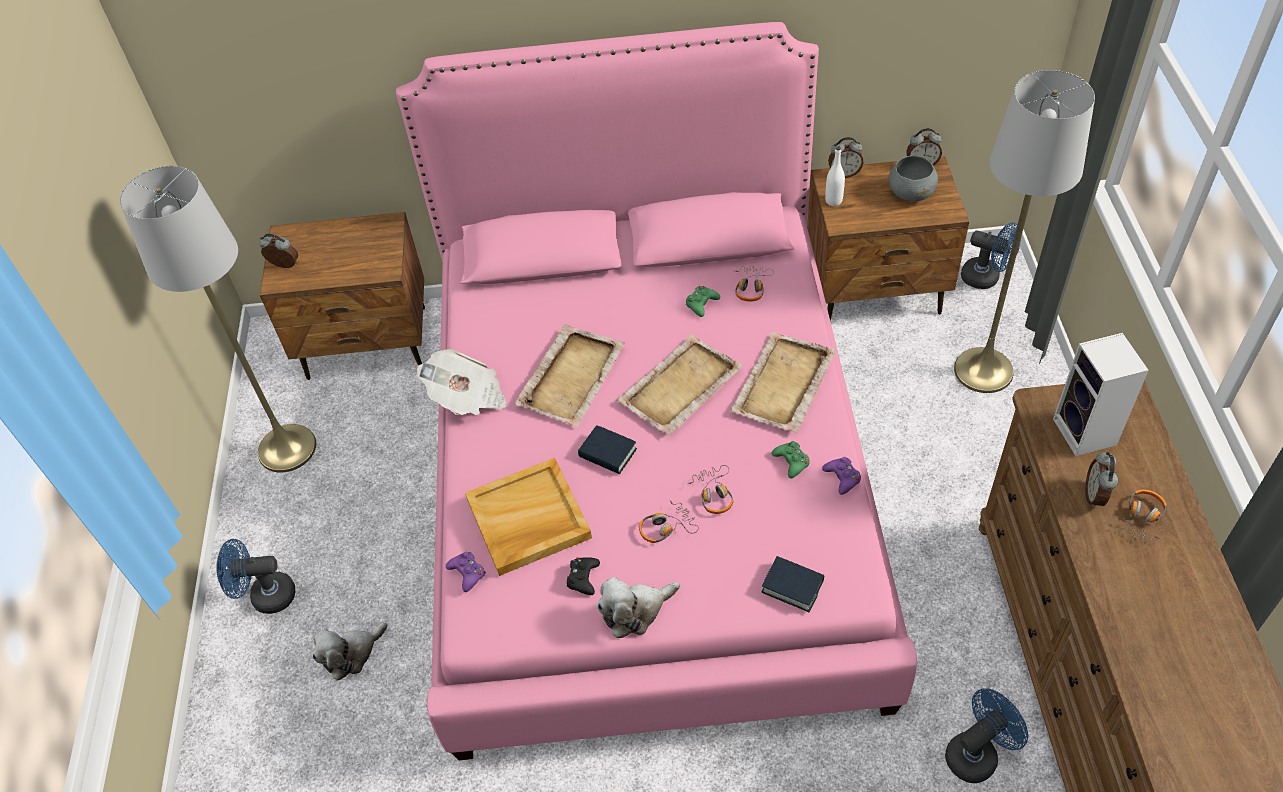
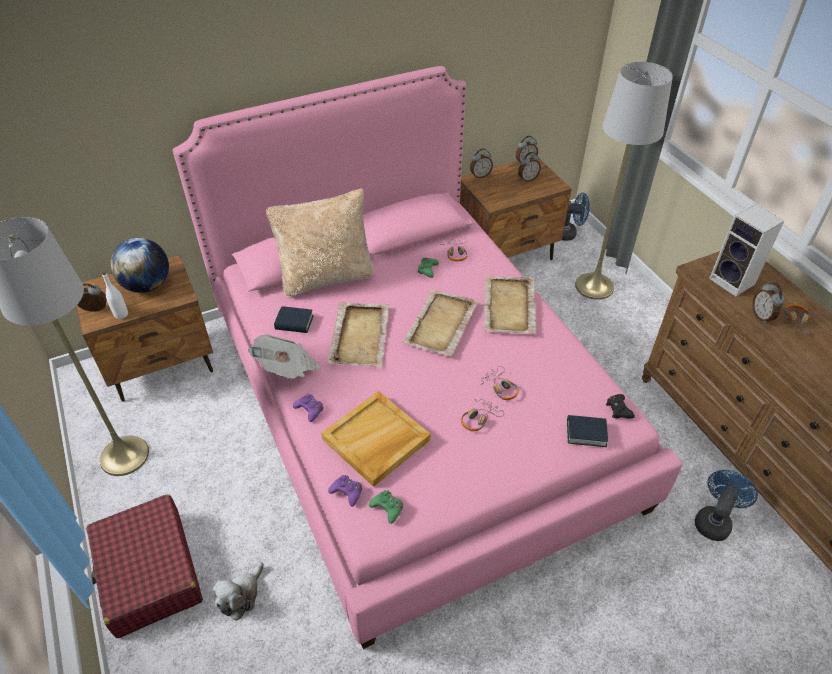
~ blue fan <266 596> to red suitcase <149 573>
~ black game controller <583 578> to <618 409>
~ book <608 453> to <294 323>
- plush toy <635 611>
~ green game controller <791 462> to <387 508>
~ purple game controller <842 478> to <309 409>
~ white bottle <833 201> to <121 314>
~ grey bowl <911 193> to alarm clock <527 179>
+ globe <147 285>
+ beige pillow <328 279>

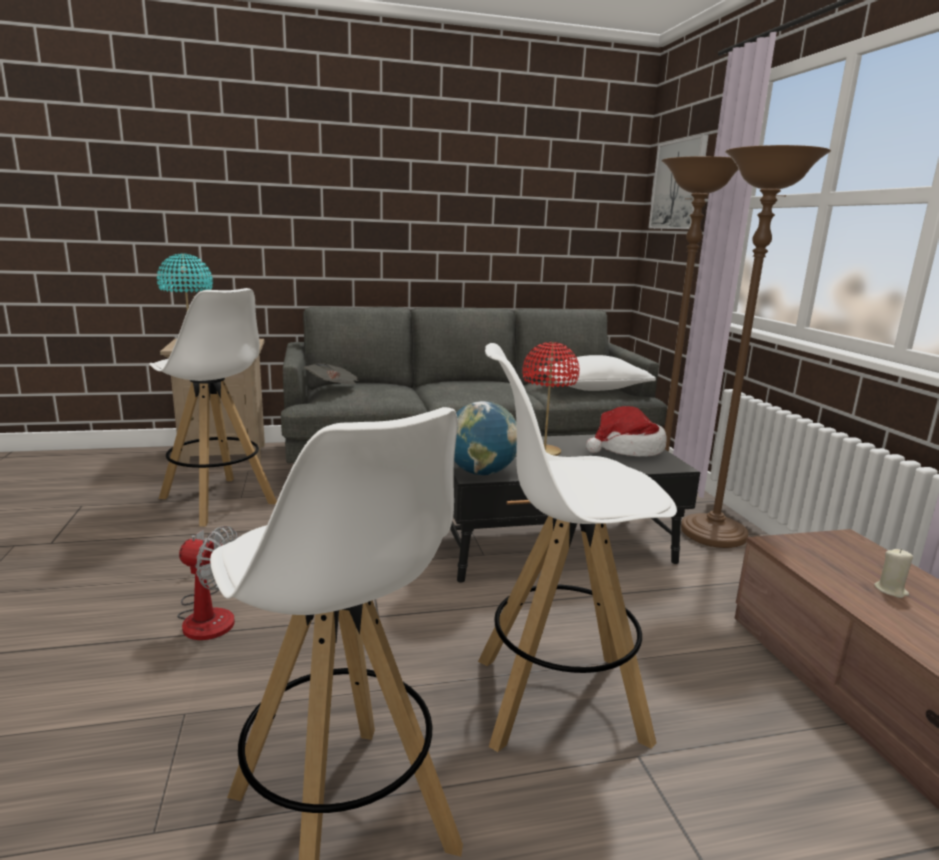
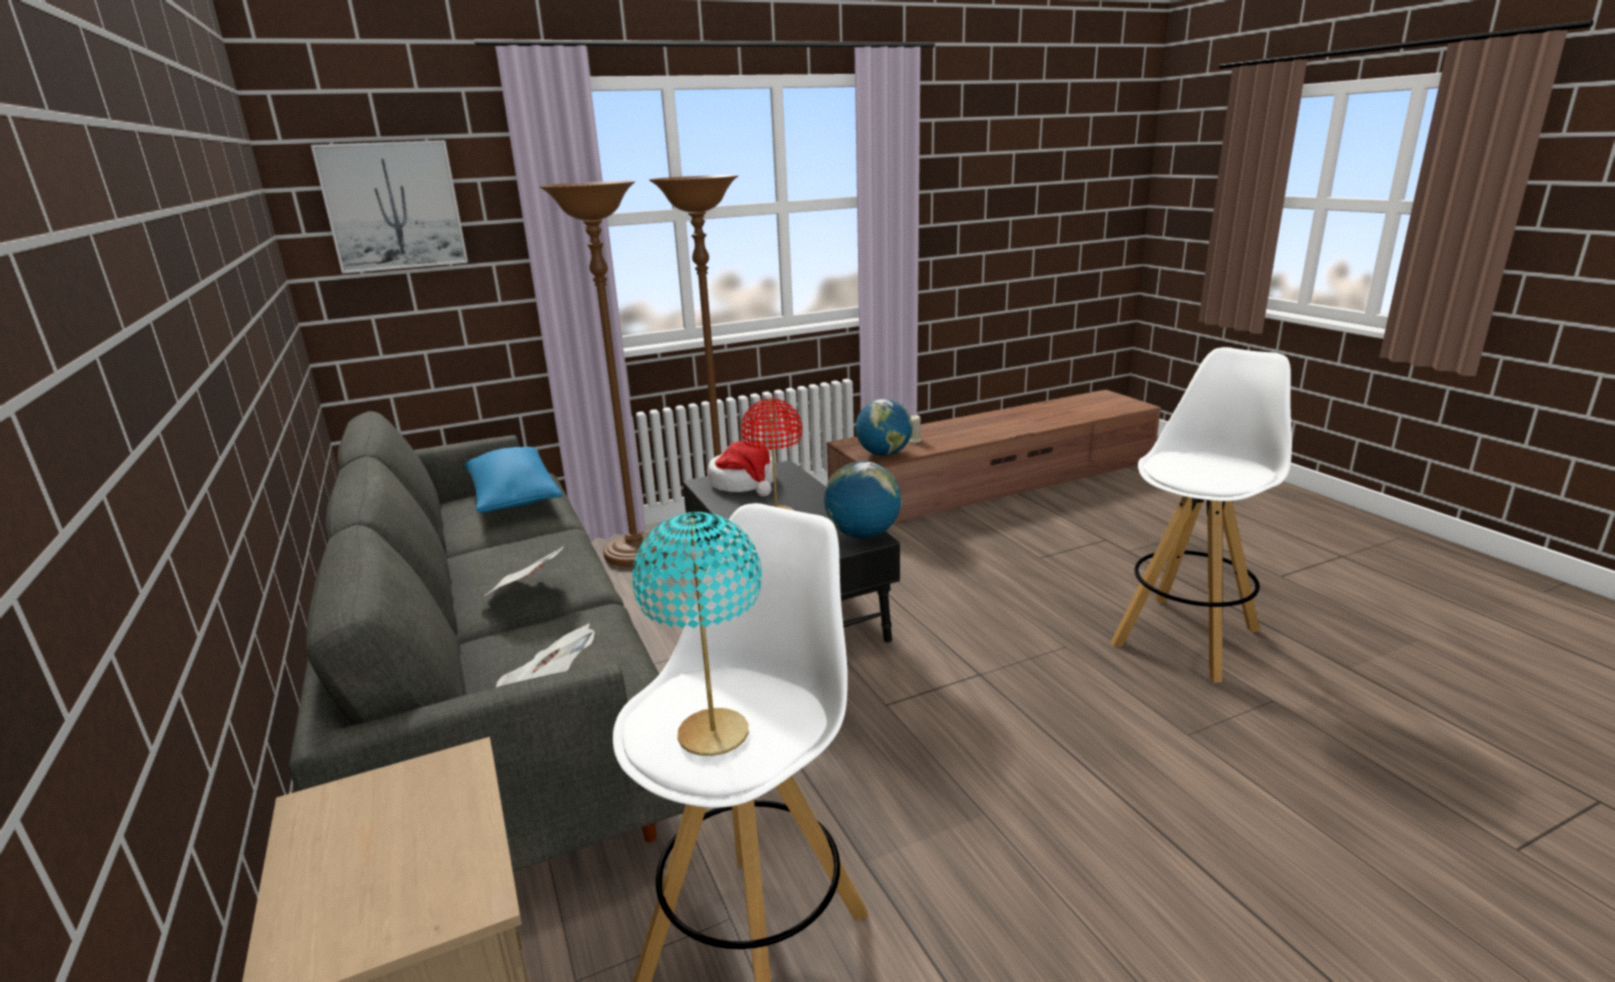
- fan <208 614>
- white stool <556 699>
~ white pillow <594 389> to blue pillow <513 498>
+ newspaper <528 593>
+ globe <884 454>

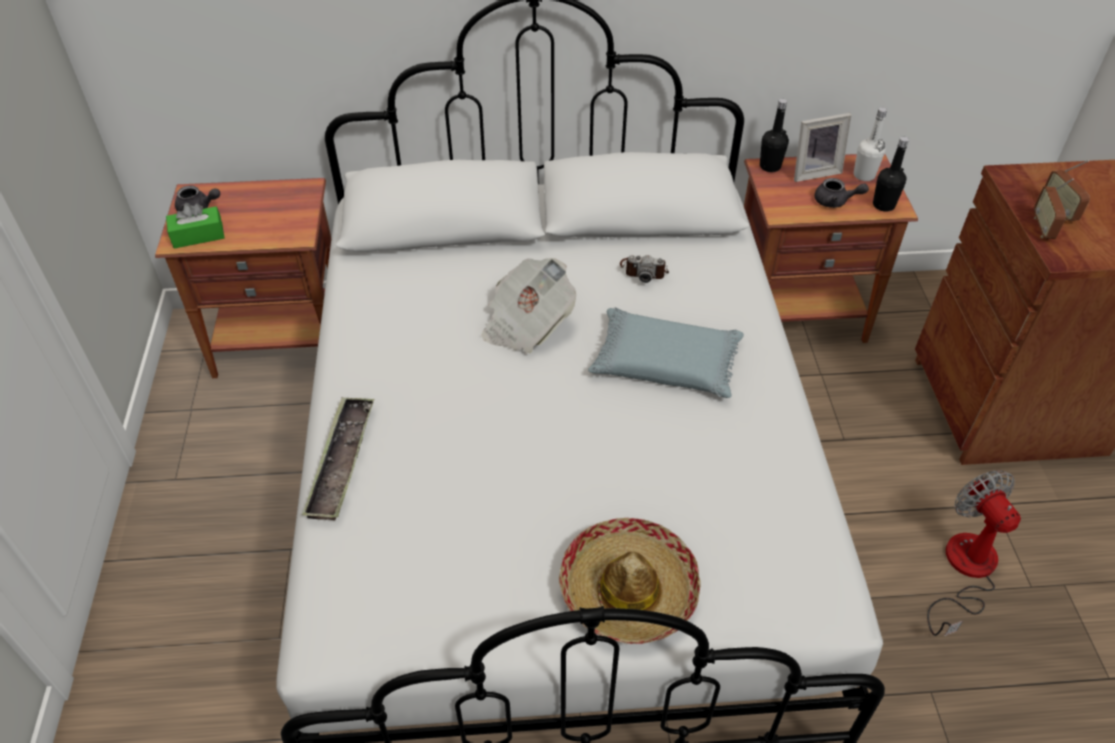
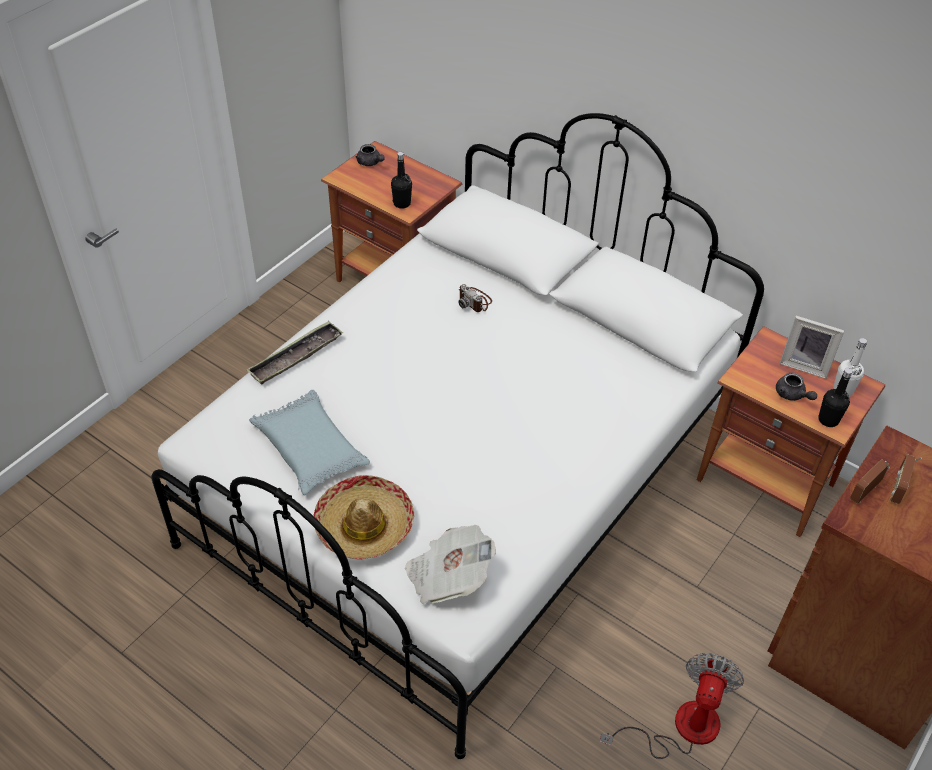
- green tissue box <198 235>
~ newspaper <526 324> to <448 576>
~ blue pillow <665 360> to <309 447>
~ photo camera <644 270> to <474 301>
~ black bottle <770 166> to <402 203>

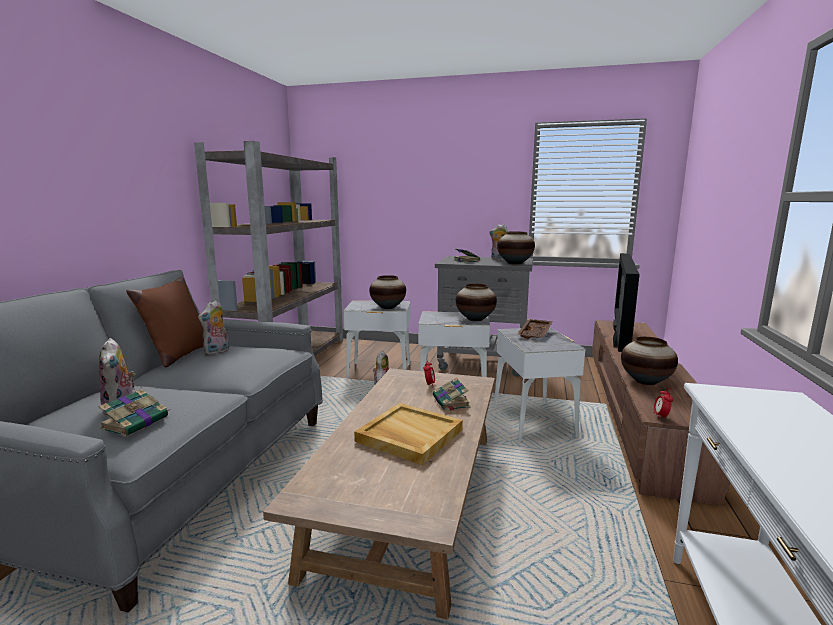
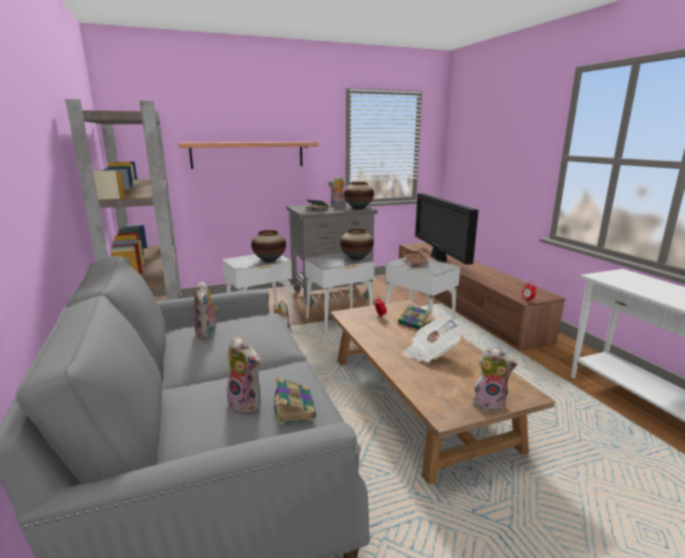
- brown pillow <179 355>
~ beige tray <408 435> to newspaper <430 353>
- vase <646 381>
+ shelf <248 154>
+ plush toy <490 402>

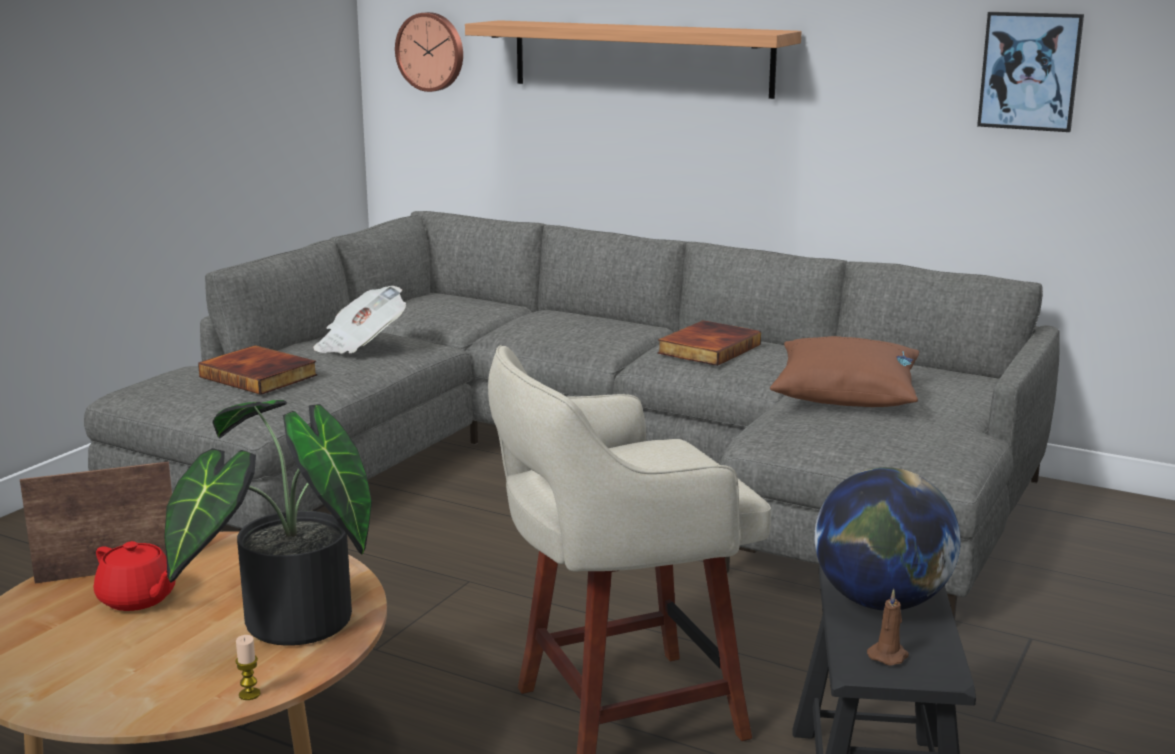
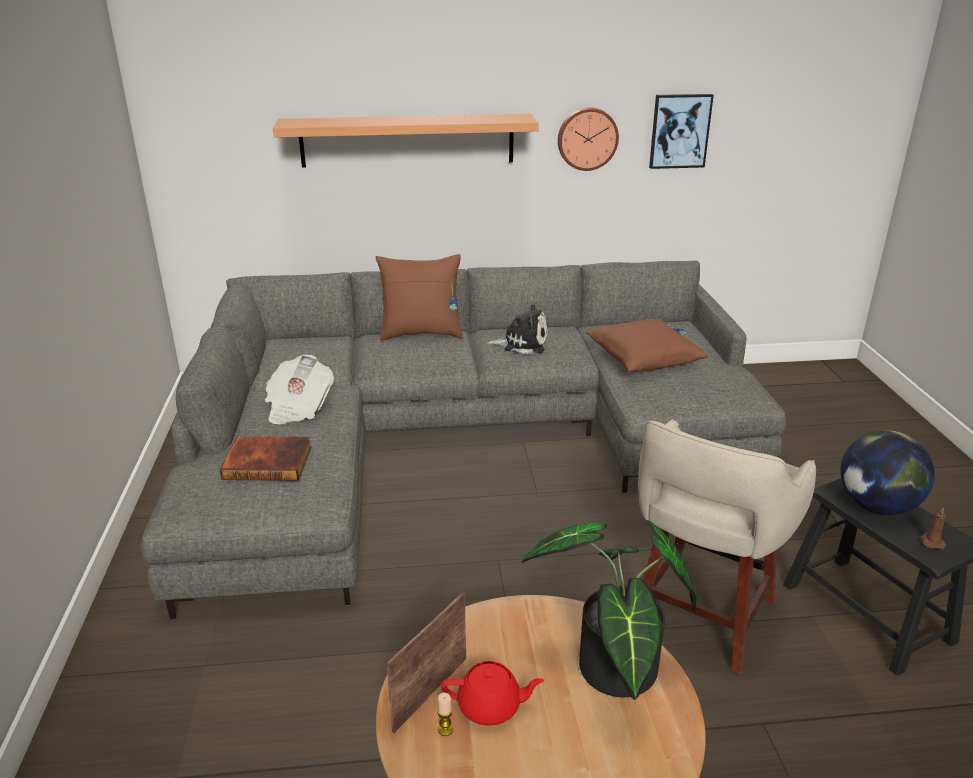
~ candle <249 694> to <445 729>
~ wall clock <431 51> to <587 138>
~ book <708 348> to plush toy <522 343>
+ brown pillow <421 334>

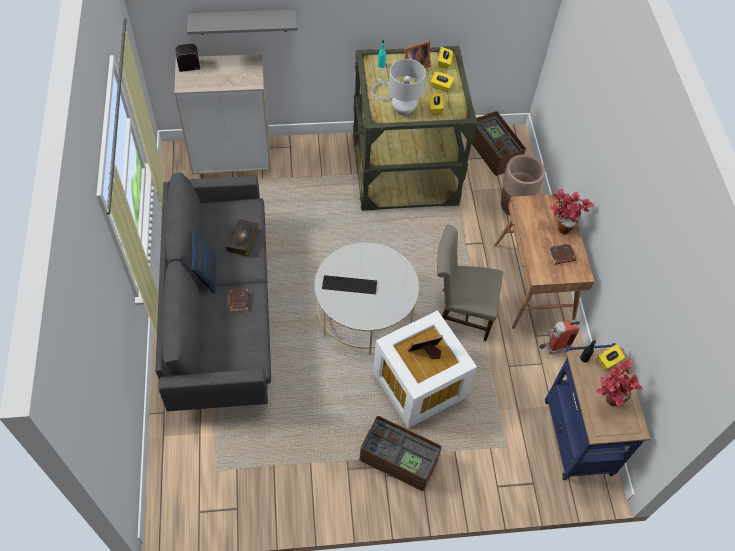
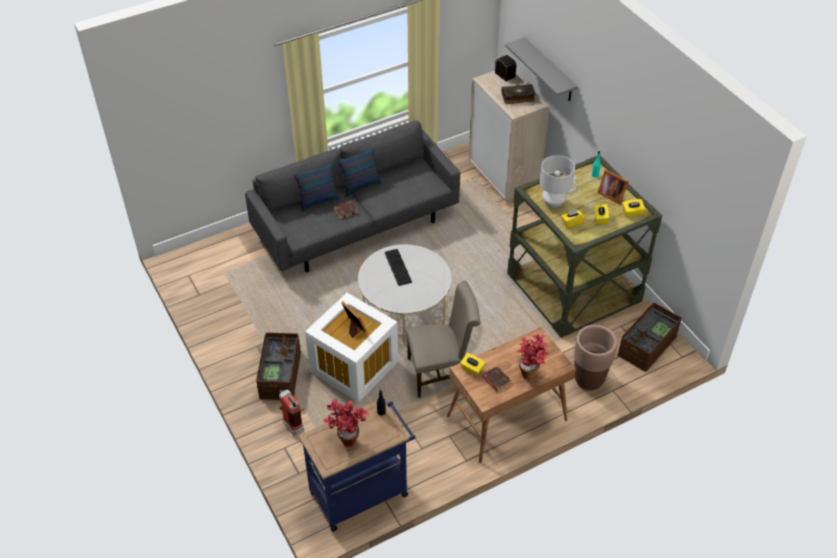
~ book <243 241> to <518 97>
~ beige chair <459 313> = <441 373> 90 degrees clockwise
~ fire extinguisher <552 349> to <291 424>
~ yellow tissue box <608 361> to <472 368>
+ blue pillow <318 202>

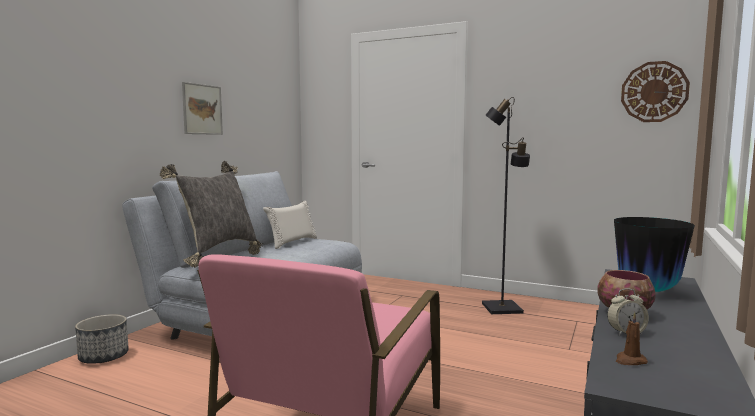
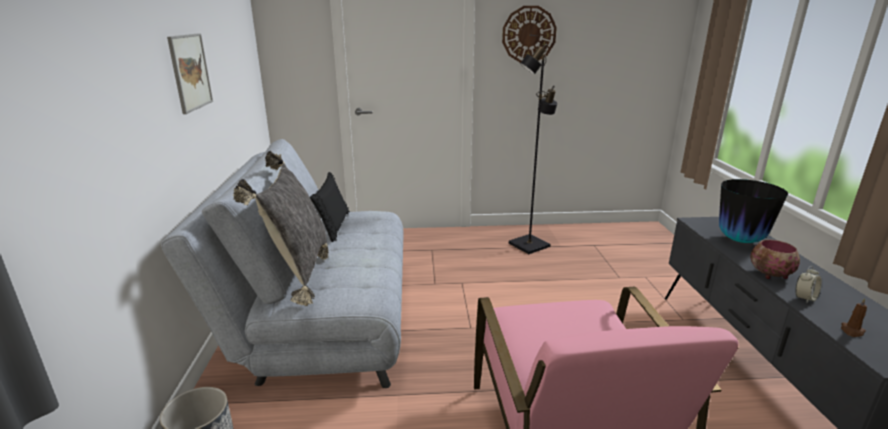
~ white pillow <292 242> to black pillow <333 226>
~ wall clock <654 92> to <529 34>

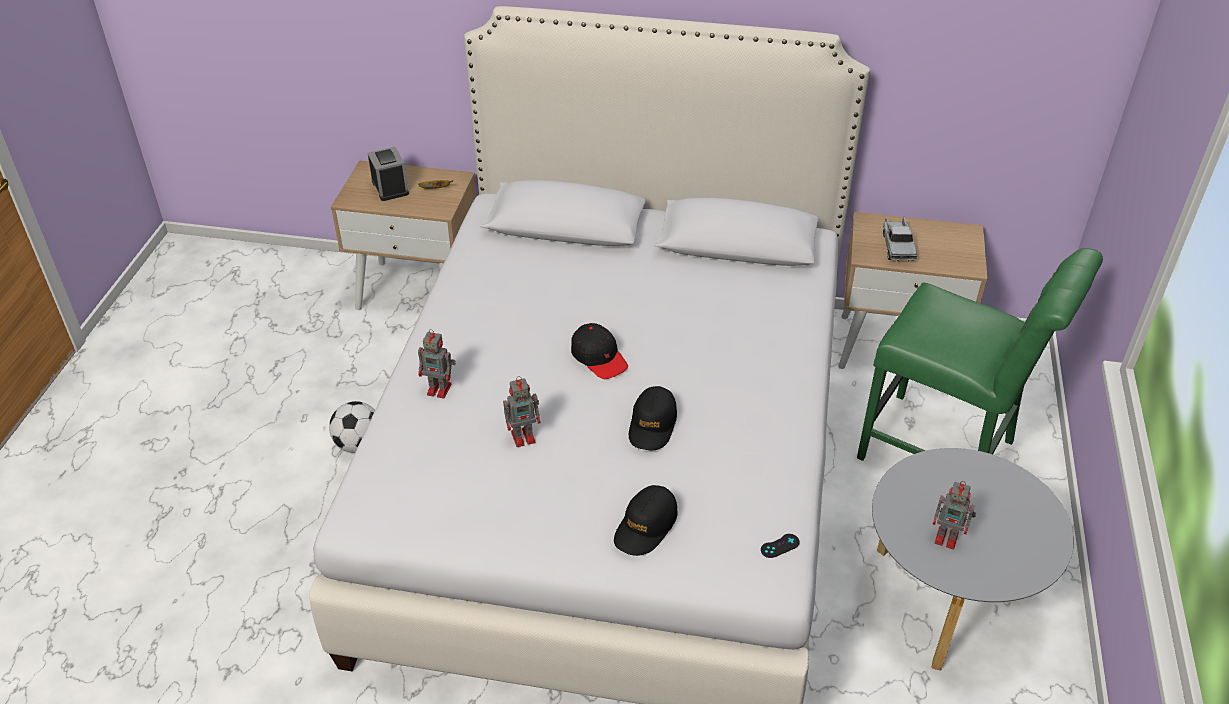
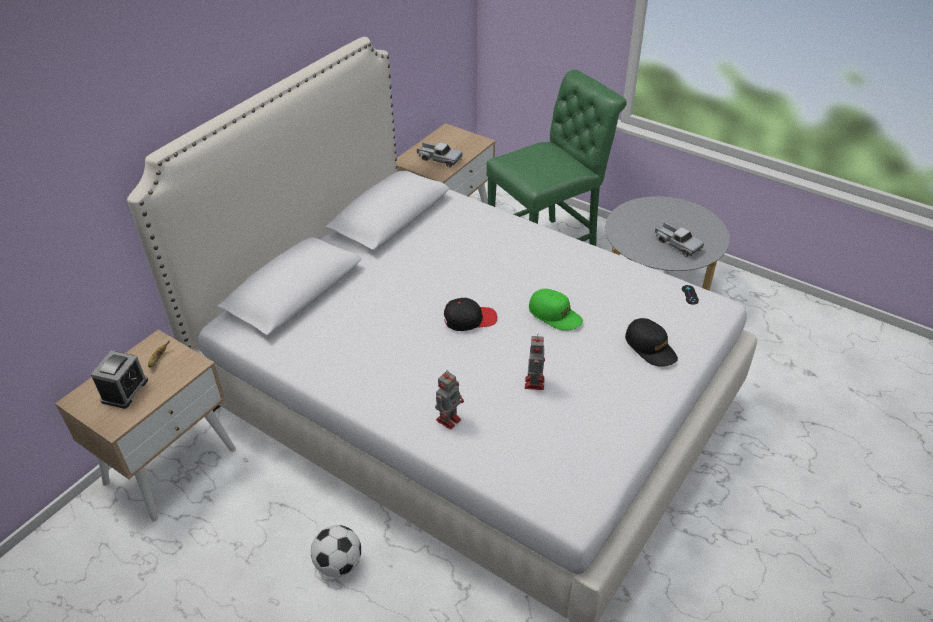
~ alarm clock <390 187> = <124 391> 105 degrees clockwise
~ black cap <652 425> to green cap <555 315>
~ toy robot <948 538> to toy truck <677 244>

